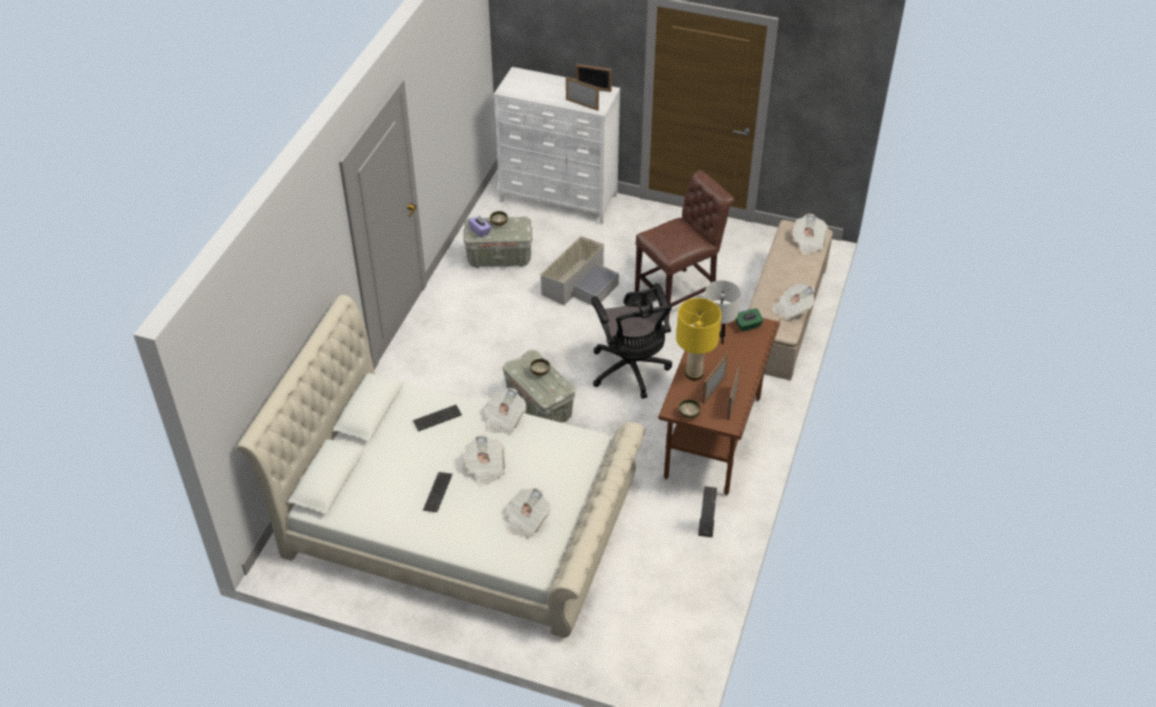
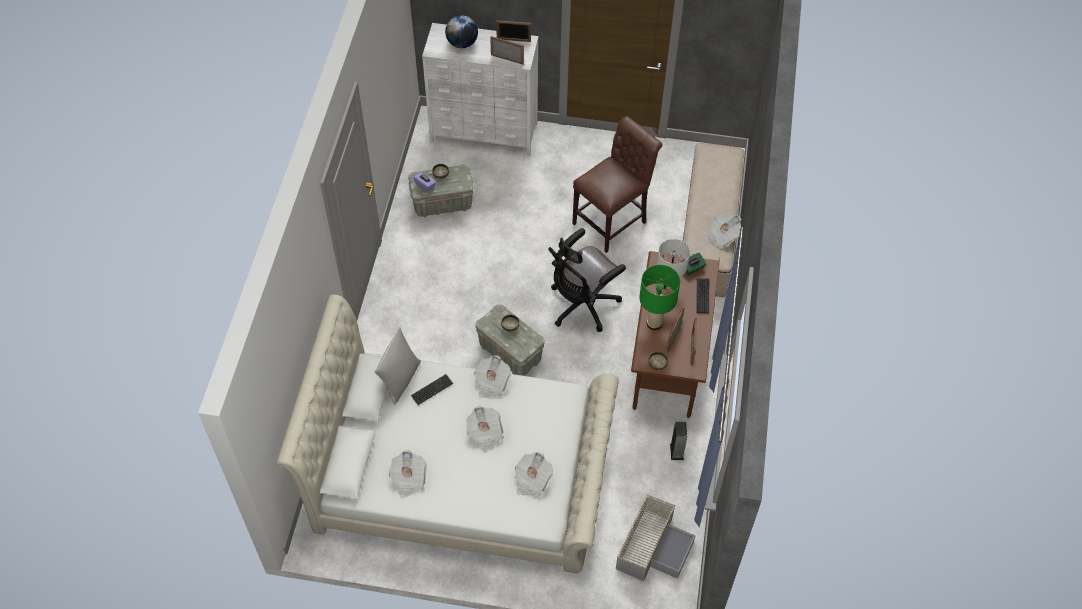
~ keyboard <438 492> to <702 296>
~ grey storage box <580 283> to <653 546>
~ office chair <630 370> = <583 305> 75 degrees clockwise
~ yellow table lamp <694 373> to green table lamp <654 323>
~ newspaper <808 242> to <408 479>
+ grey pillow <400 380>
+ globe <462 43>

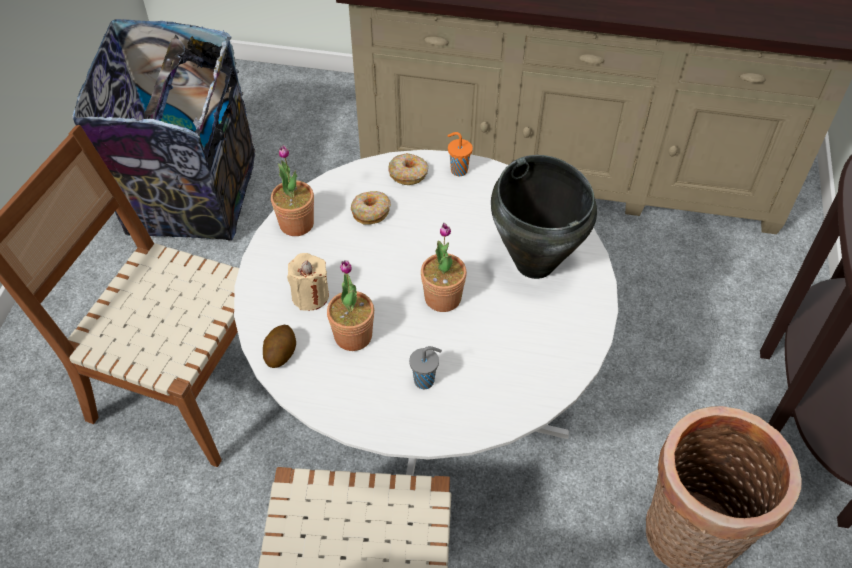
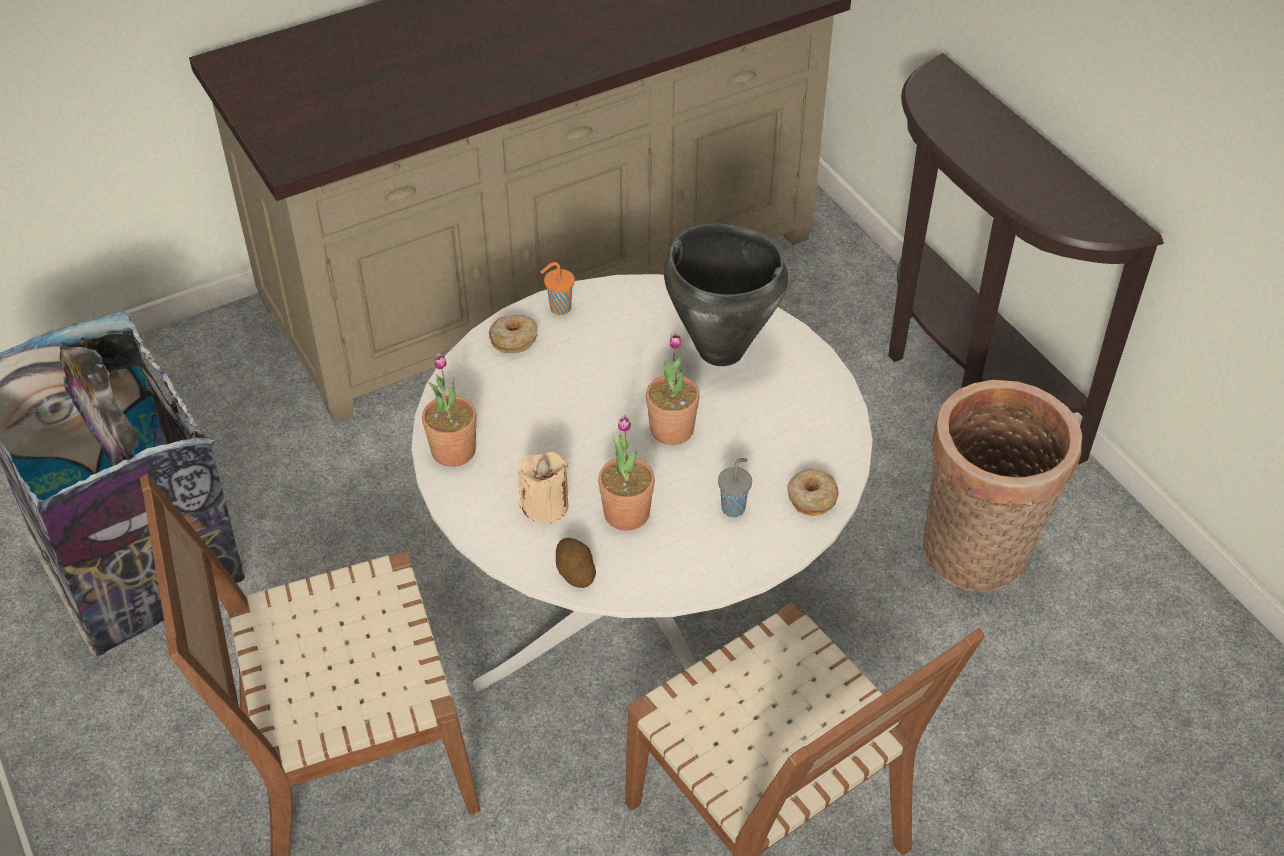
~ donut <371 212> to <811 498>

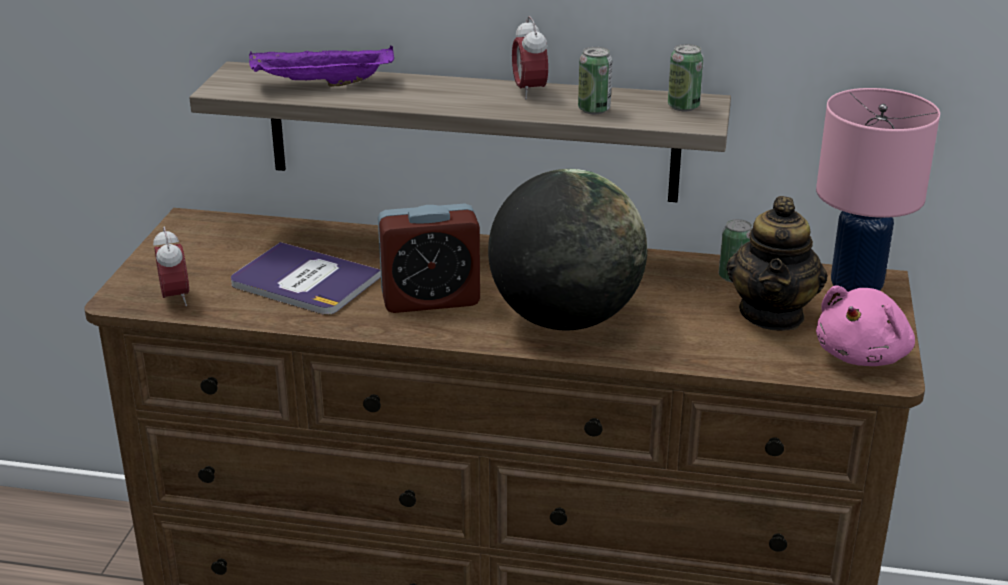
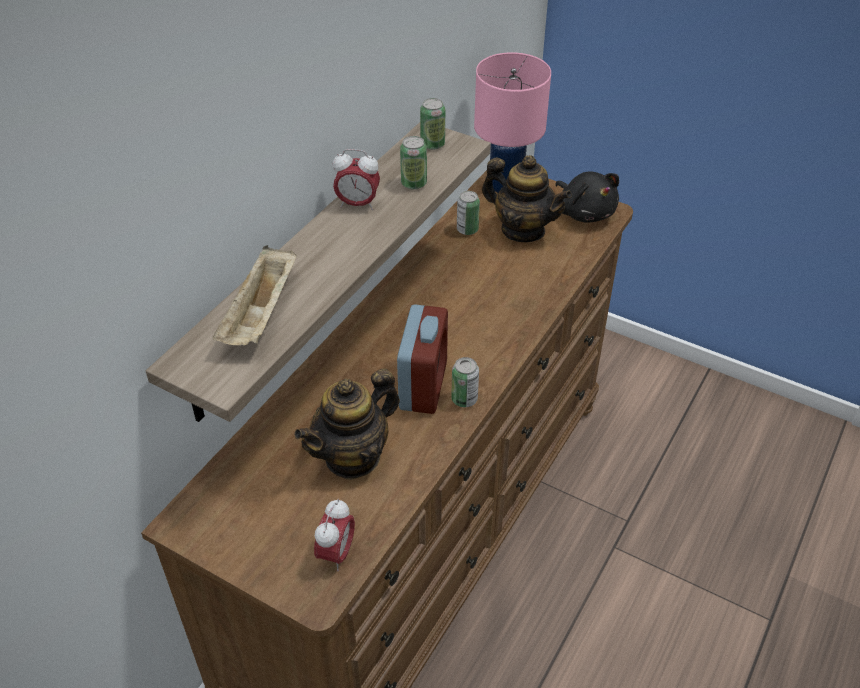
~ alarm clock <175 298> = <336 554> 105 degrees clockwise
~ book <304 281> to teapot <353 457>
~ purple tray <321 84> to beige tray <261 315>
- globe <565 319>
~ pink plush toy <863 355> to black plush toy <585 212>
+ can <464 399>

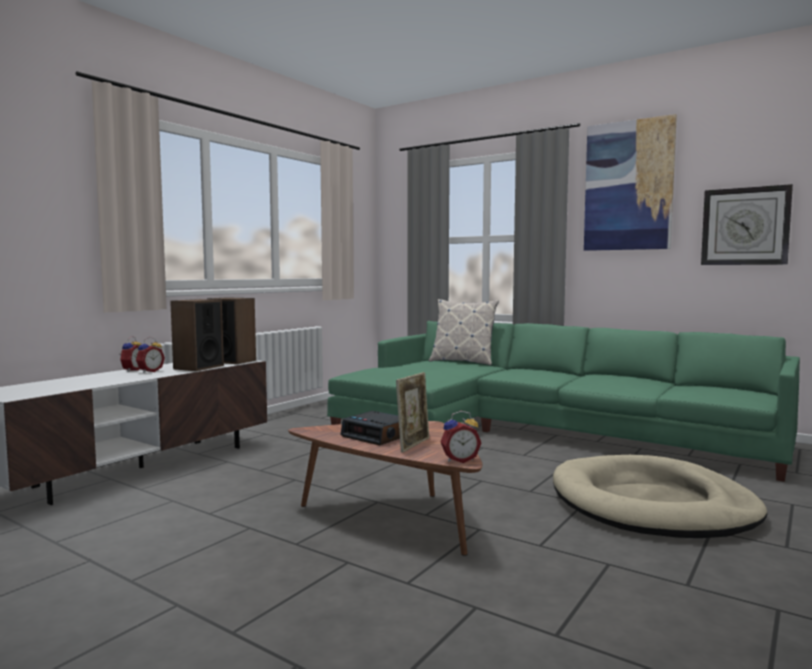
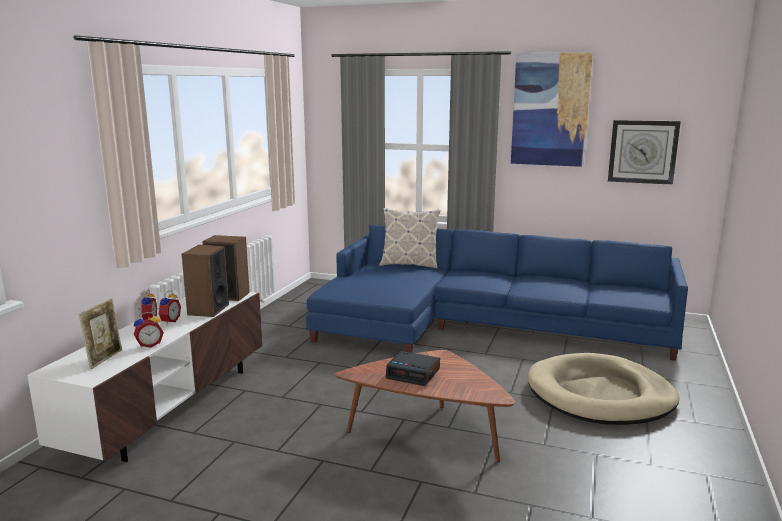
~ green sofa <534 430> to blue sofa <479 324>
~ picture frame <413 444> to <105 359>
~ alarm clock <459 460> to <149 345>

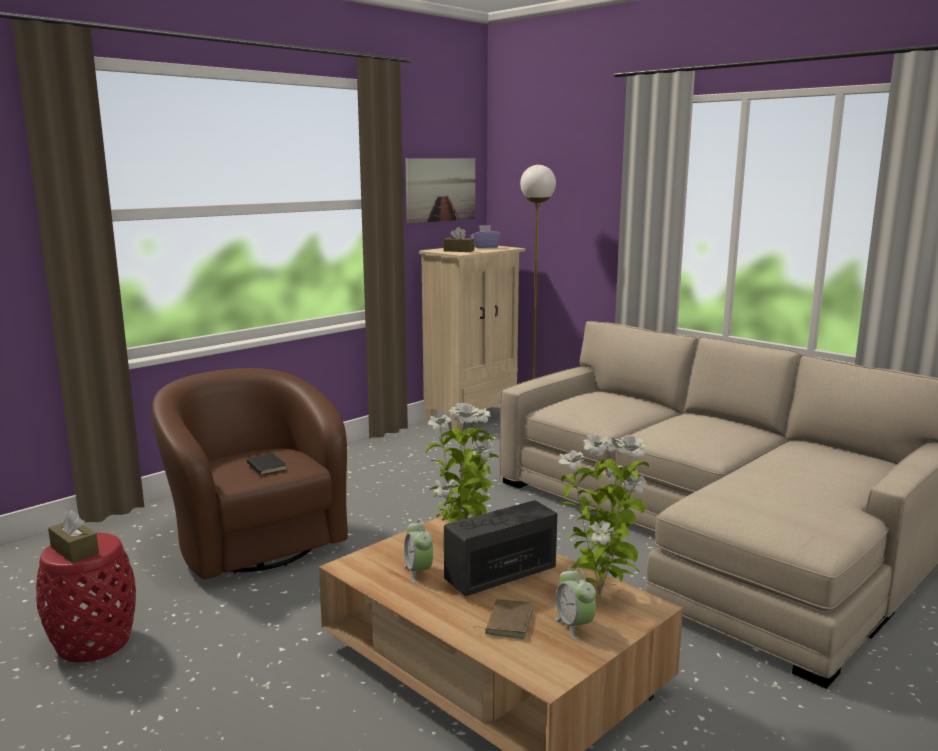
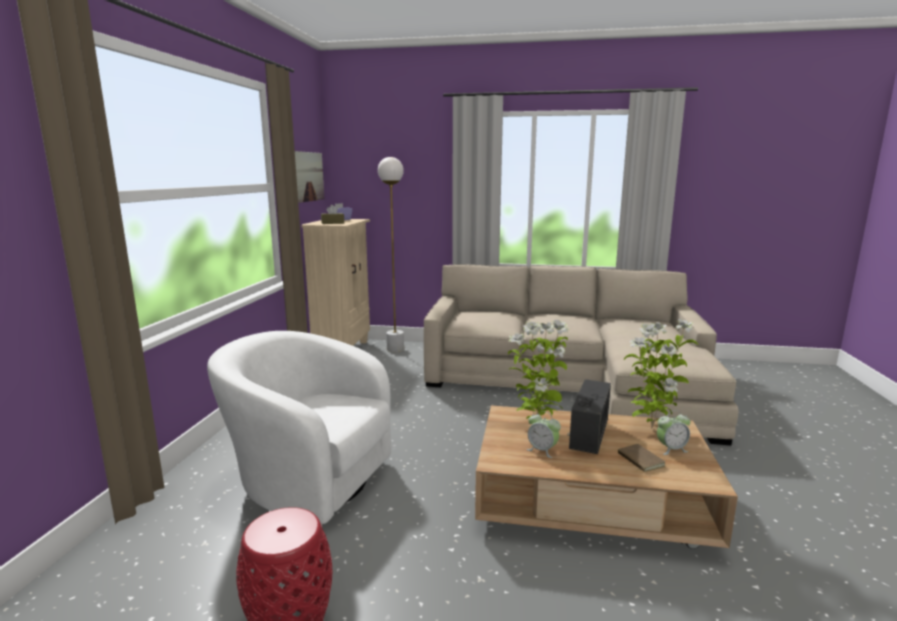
- brown tissue box <74 550>
~ brown armchair <254 541> to white armchair <309 481>
- black book <265 467>
~ alarm clock <574 626> = <671 449> 45 degrees counterclockwise

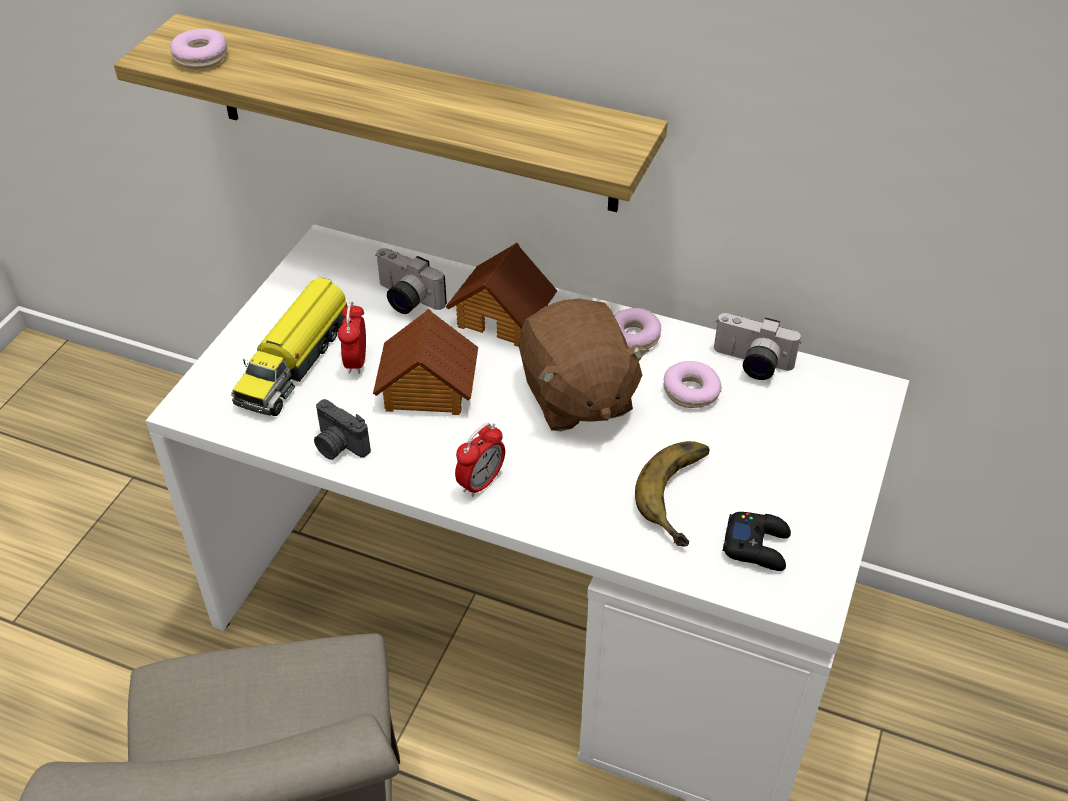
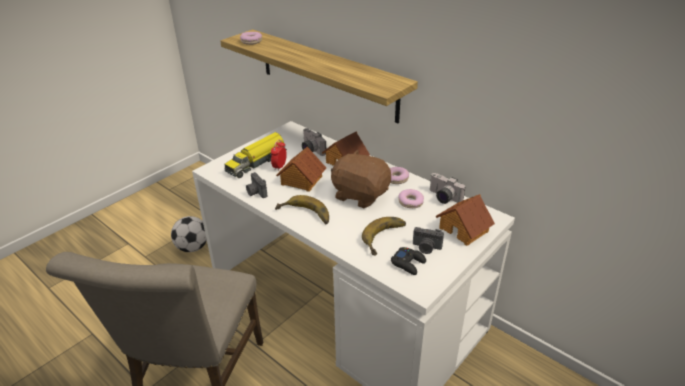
~ alarm clock <481 482> to banana <304 216>
~ brown plush toy <576 396> = <360 194> 120 degrees clockwise
+ football <193 247>
+ photo camera <426 248>
+ toy house <464 229>

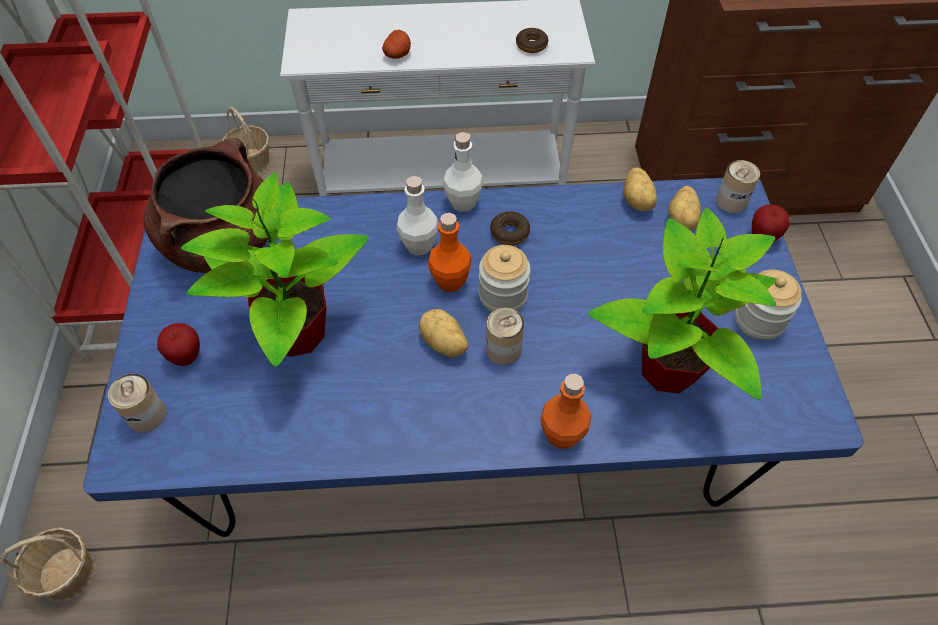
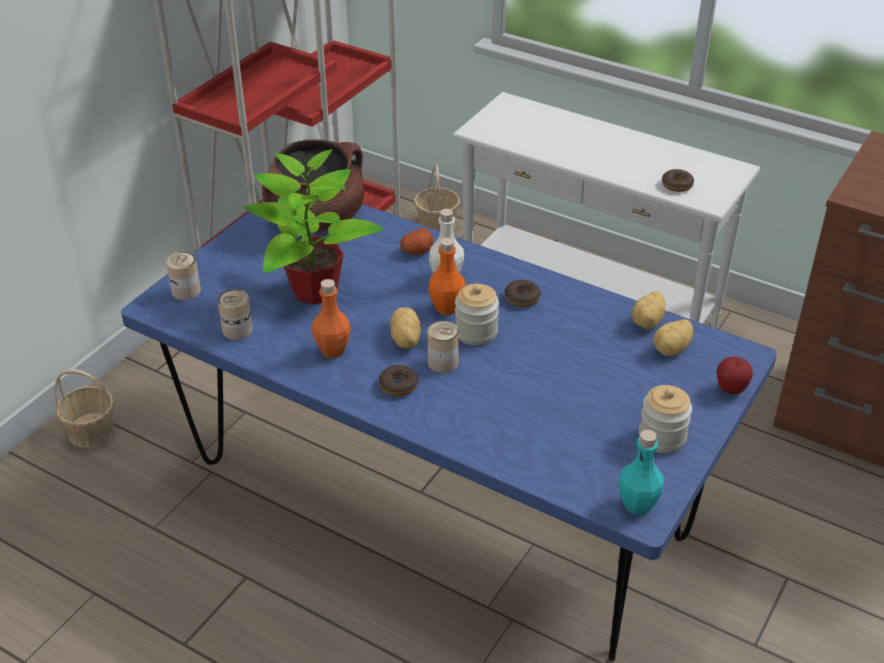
- apple <186 357>
~ potato <397 54> to <417 251>
- white bottle <463 203>
~ orange bottle <562 435> to <332 350>
- potted plant <667 370>
~ can <731 201> to <237 330>
+ donut <398 385>
+ turquoise bottle <637 505>

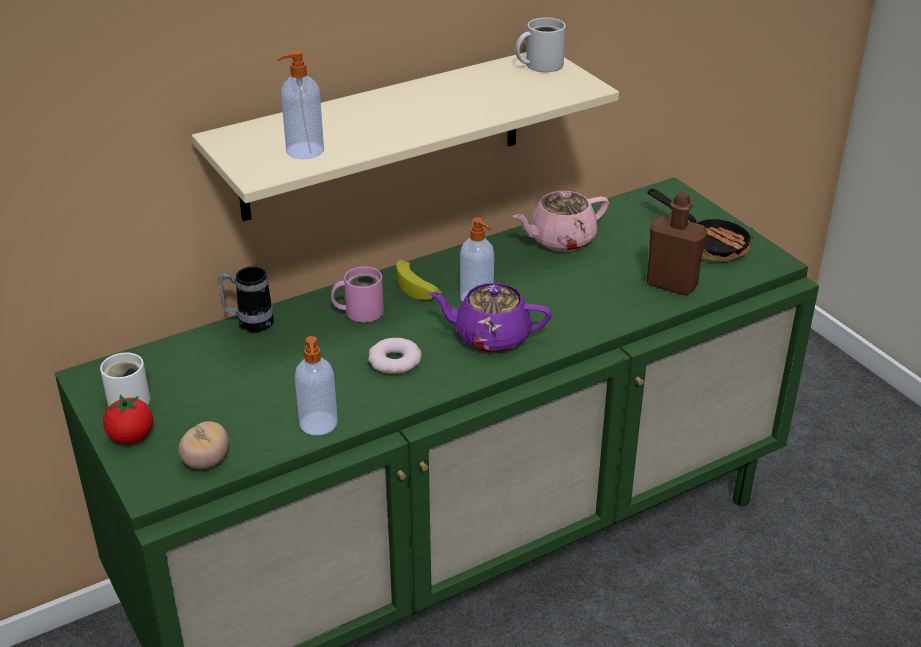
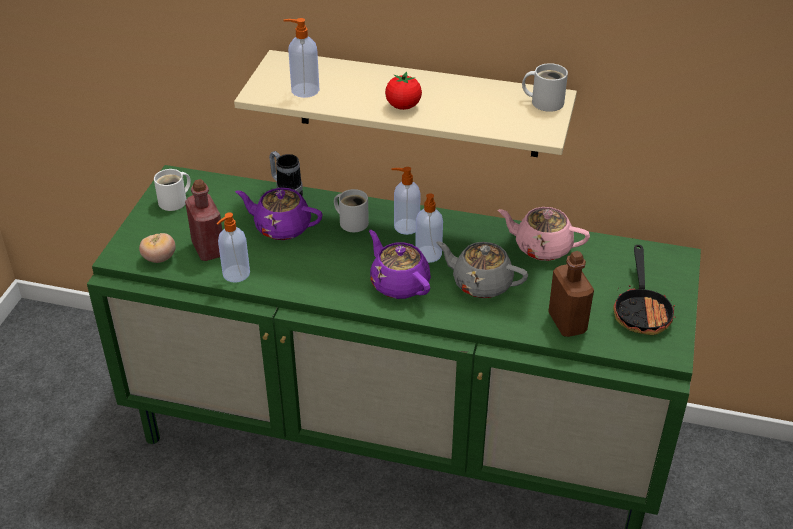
~ tomato <131 437> to <403 106>
~ pink mug <360 311> to white mug <352 221>
- donut <395 361>
~ banana <418 287> to soap dispenser <405 226>
+ red bottle <208 249>
+ purple teapot <281 227>
+ grey teapot <481 283>

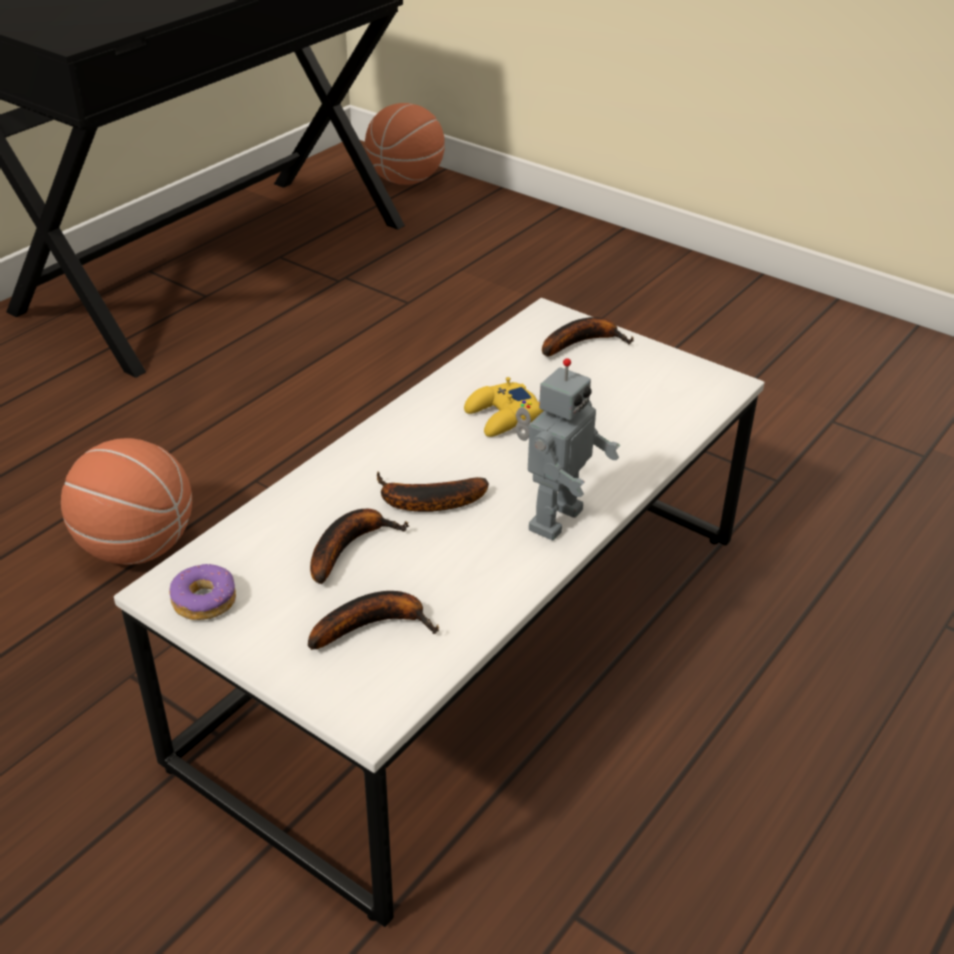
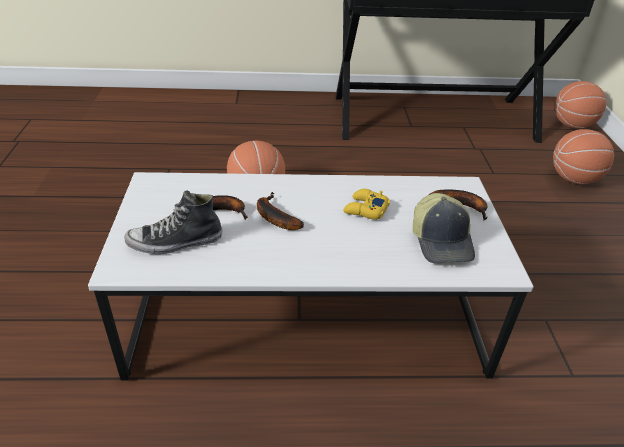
- donut <205 600>
~ banana <374 625> to shoe <175 242>
- toy robot <552 518>
+ cap <442 241>
+ basketball <573 179>

